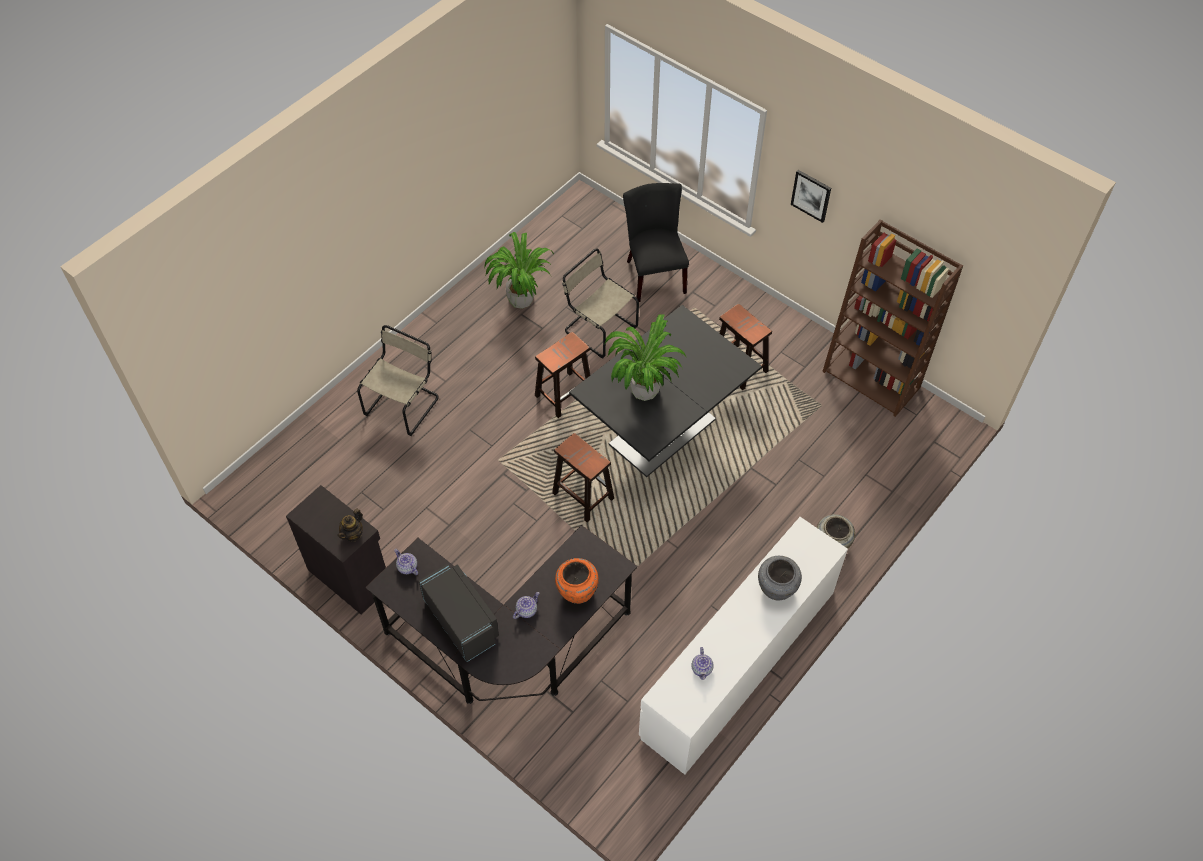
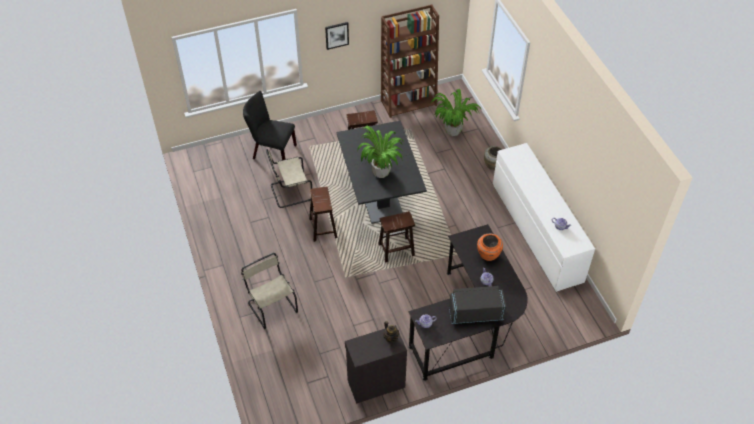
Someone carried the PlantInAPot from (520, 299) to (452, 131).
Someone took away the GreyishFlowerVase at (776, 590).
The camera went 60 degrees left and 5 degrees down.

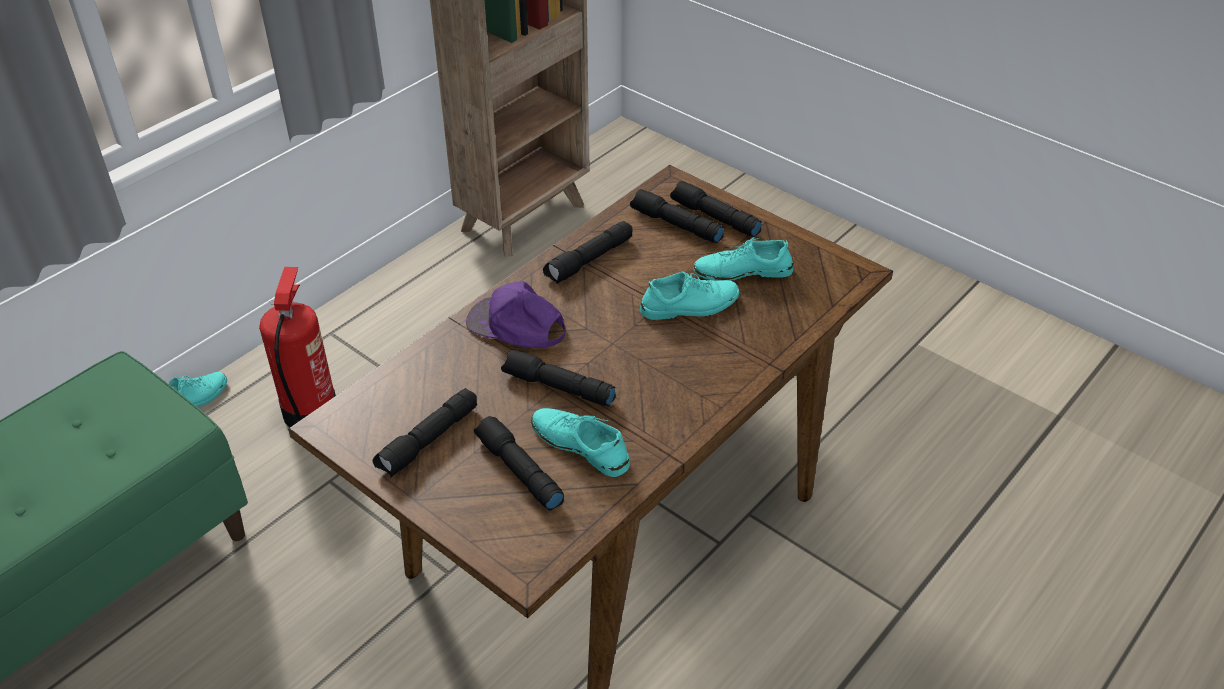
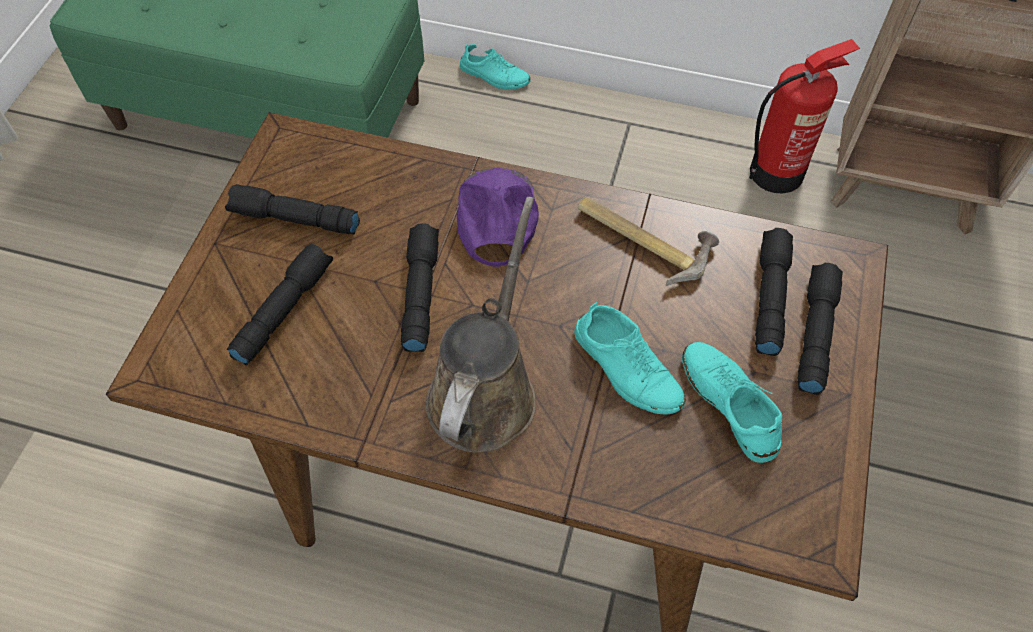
Someone carried the FireExtinguisher from (311, 411) to (777, 172).
Someone took away the TurquoiseColouredItemOfFootwear at (580, 445).
Someone swapped the BlackColouredHandTorch at (589, 261) for the Hammer at (643, 238).
Someone put down the BrownishWateringCan at (485, 390).
The camera went 65 degrees right and 15 degrees up.

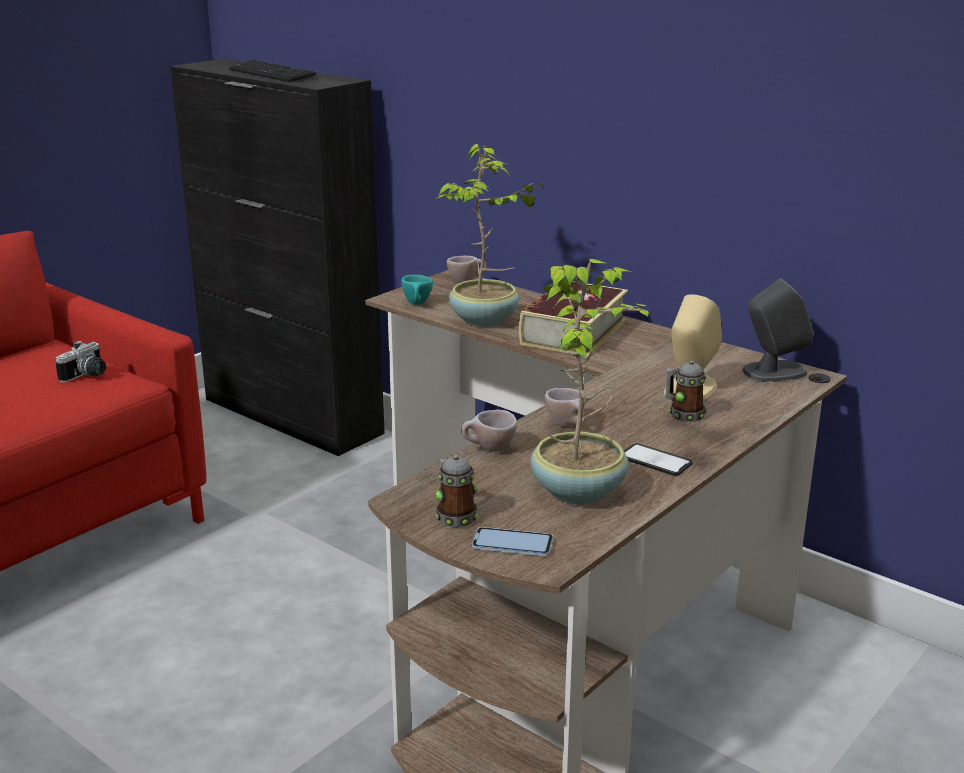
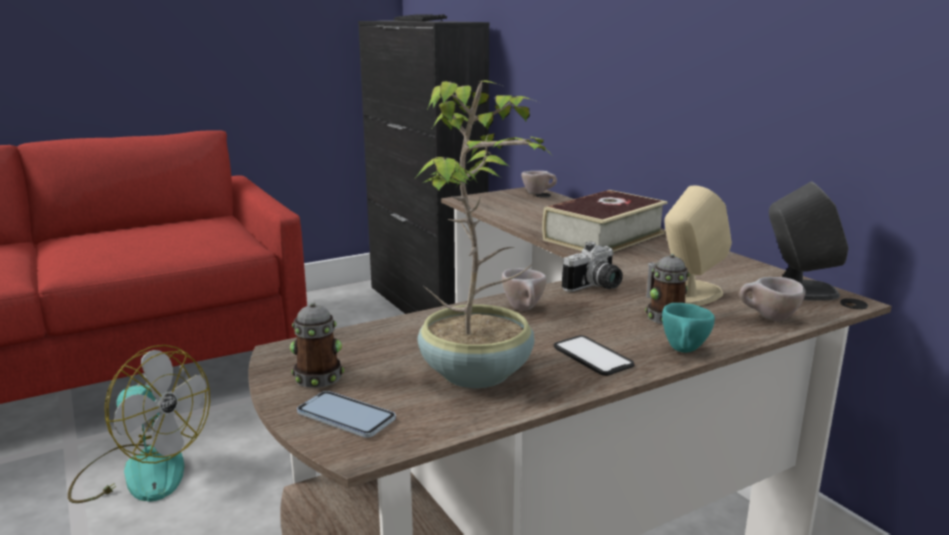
Someone carried the StillCamera from (87, 376) to (596, 287).
Someone carried the TurquoiseColouredSmallCup from (418, 304) to (685, 352).
Someone took away the PlantInAPot at (485, 320).
Someone carried the BeigeColouredSmallCup from (489, 449) to (768, 318).
Someone put down the ElectricFan at (141, 470).
The camera went 20 degrees right and 5 degrees down.

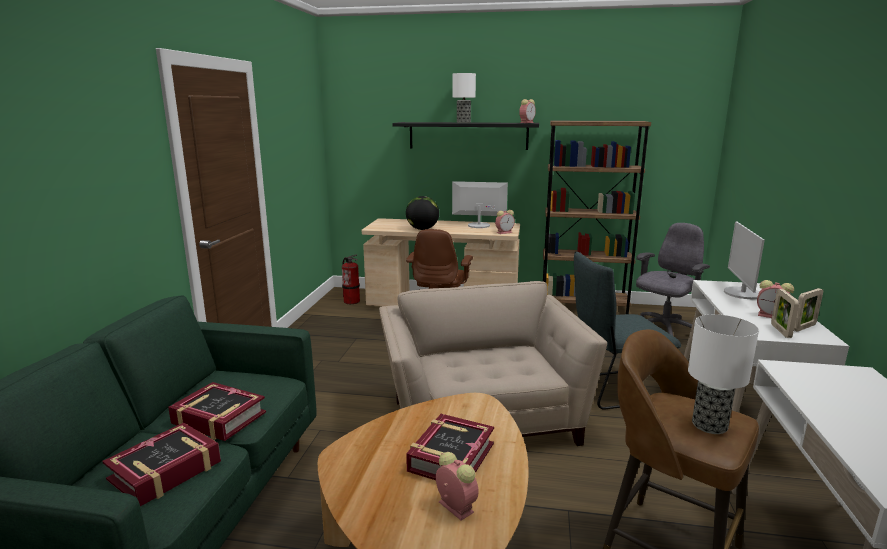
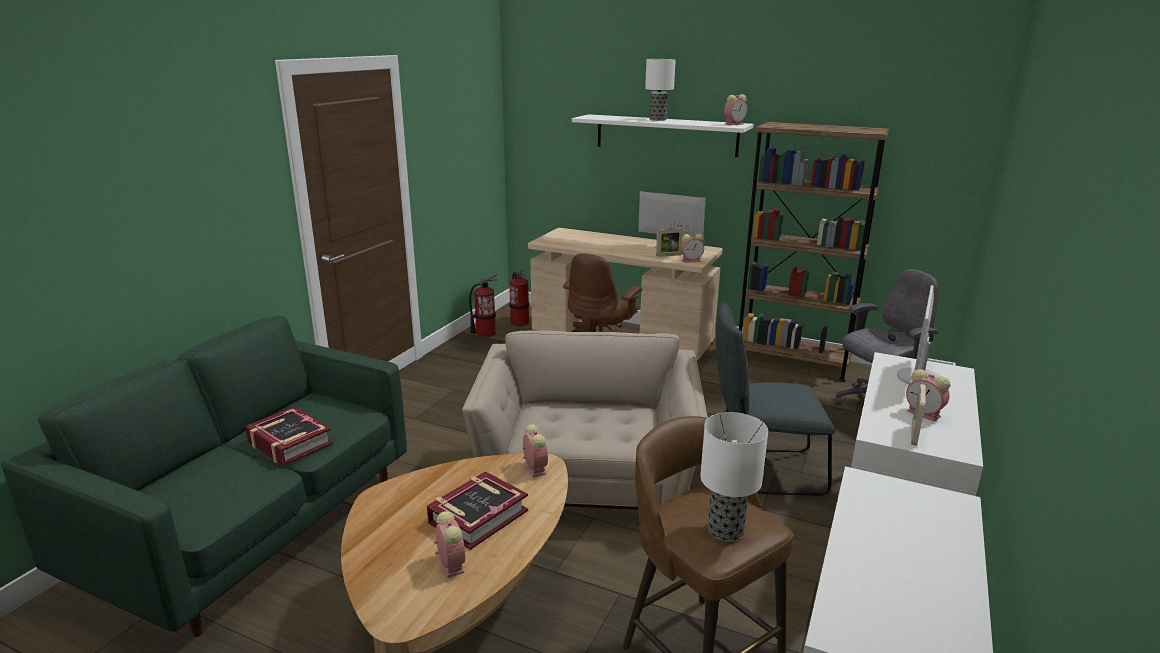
Someone took away the Volume at (165, 471).
Someone repainted the BlackColouredWallShelf at (468, 135), which became the WhiteWallShelf at (666, 135).
Someone took away the WorldGlobe at (422, 229).
Someone carried the PictureFrame from (804, 327) to (669, 255).
Someone put down the FireExtinguisher at (485, 333).
Someone put down the AlarmClock at (534, 468).
The camera went 15 degrees right and 5 degrees up.

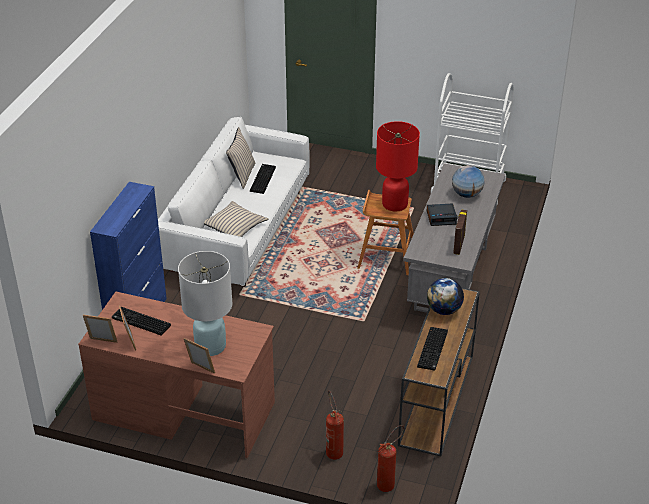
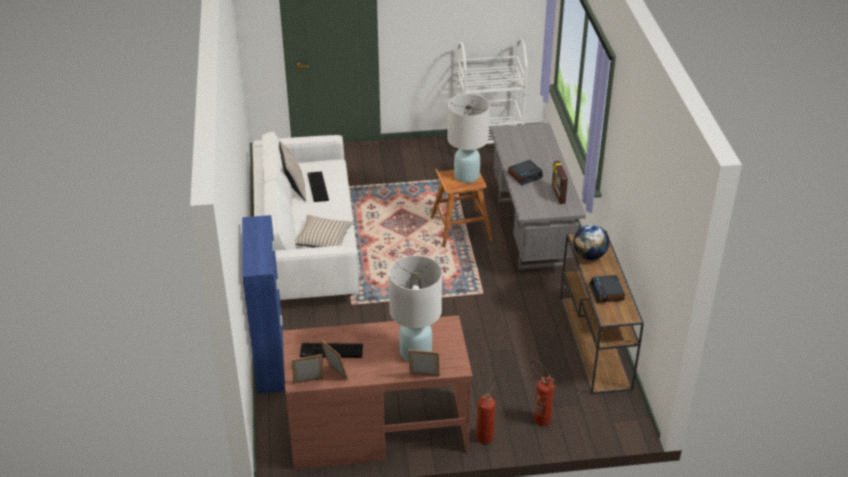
Someone repainted the ReddishLampForATable at (395, 204), which became the WhiteLampForATable at (467, 176).
Someone carried the FireExtinguisher from (389, 483) to (486, 434).
Someone swapped the Keyboard at (433, 350) for the AlarmClock at (607, 293).
Someone took away the WorldGlobe at (466, 194).
The camera went 25 degrees left and 0 degrees up.

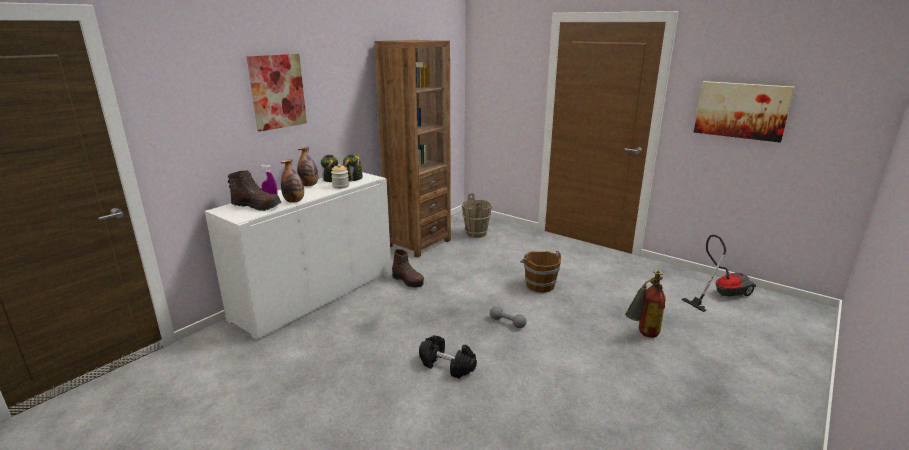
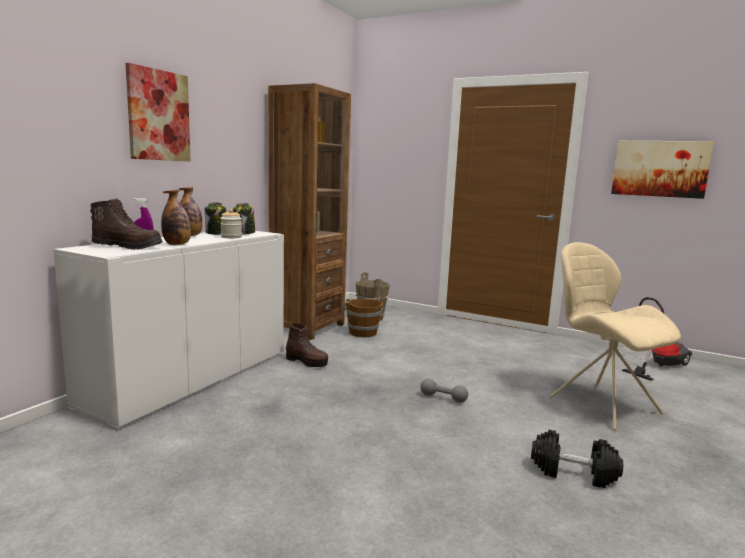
Someone carried the BlackColouredDumbbell from (447, 365) to (573, 472).
Someone carried the BrownishWaterBucket from (539, 285) to (362, 332).
Someone swapped the FireExtinguisher at (642, 335) for the BeigeColouredUprightChair at (601, 404).
The camera went 10 degrees left and 10 degrees down.

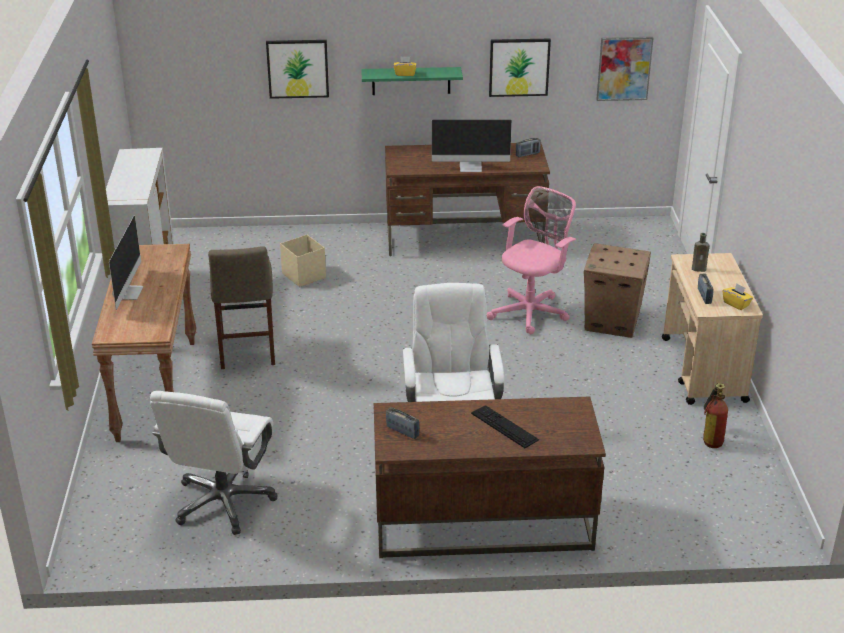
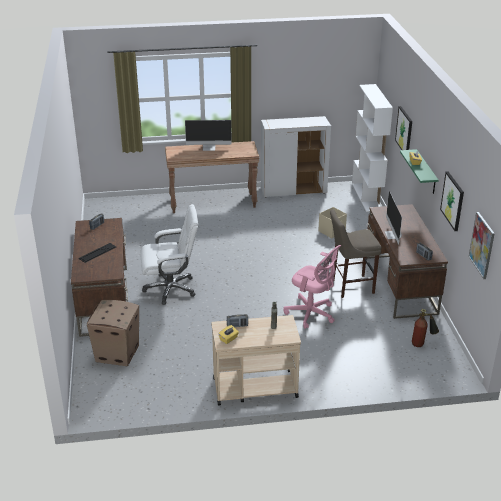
Someone took away the WhiteOfficeChair at (223, 502).
Someone carried the BeigeColouredStoolSeat from (247, 353) to (350, 286).
Someone carried the CardboardBox from (613, 321) to (117, 354).
Someone carried the FireExtinguisher from (711, 438) to (422, 344).
Someone put down the WhiteShelvingUnit at (367, 197).
The camera went 85 degrees right and 0 degrees up.

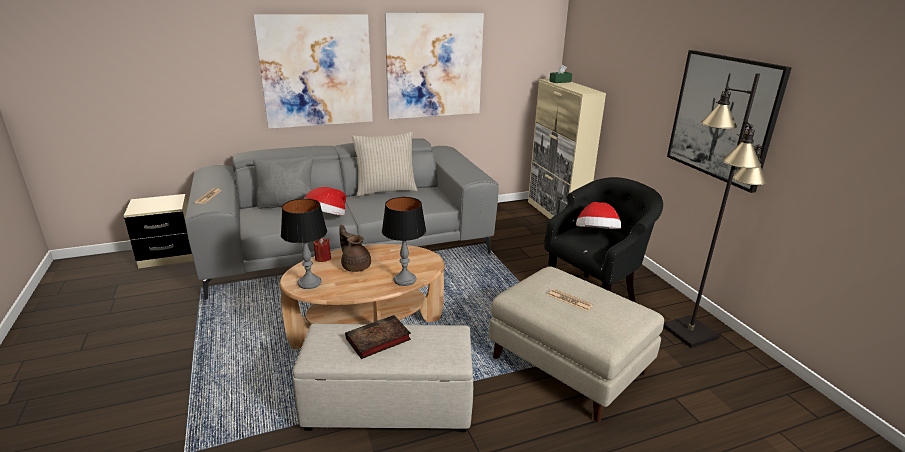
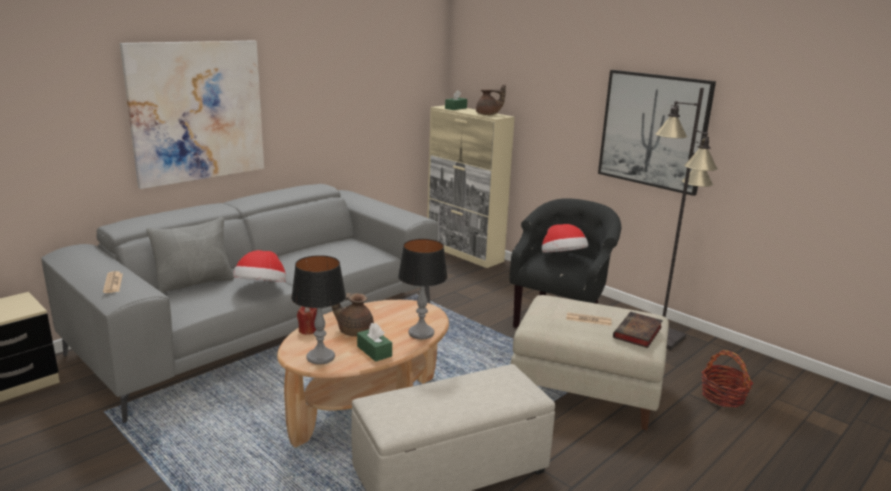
Someone carried the Volume from (377, 340) to (637, 333).
Someone took away the BeigeColouredCushion at (386, 190).
Someone took away the Picture at (434, 66).
Someone put down the GreenTissueHolder at (374, 351).
Someone put down the BrownishTeapot at (488, 114).
Someone put down the Basket at (723, 396).
The camera went 25 degrees left and 5 degrees down.

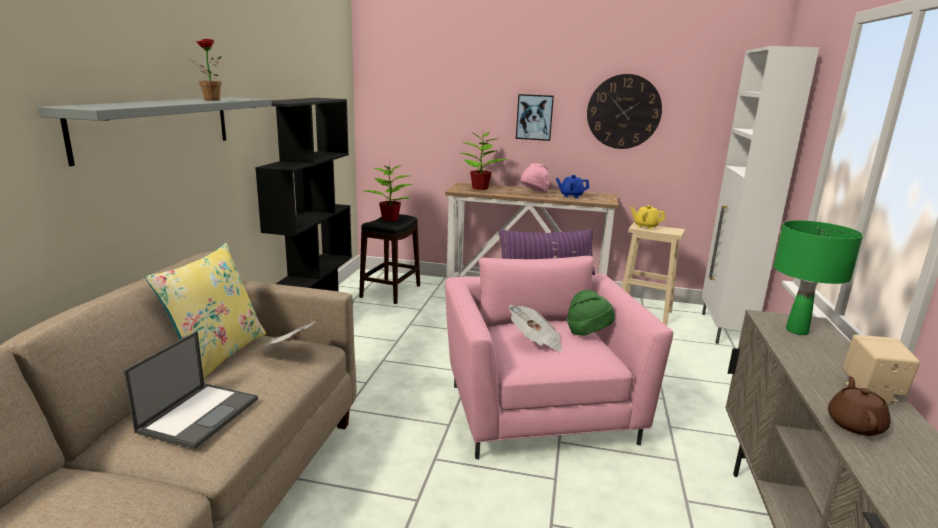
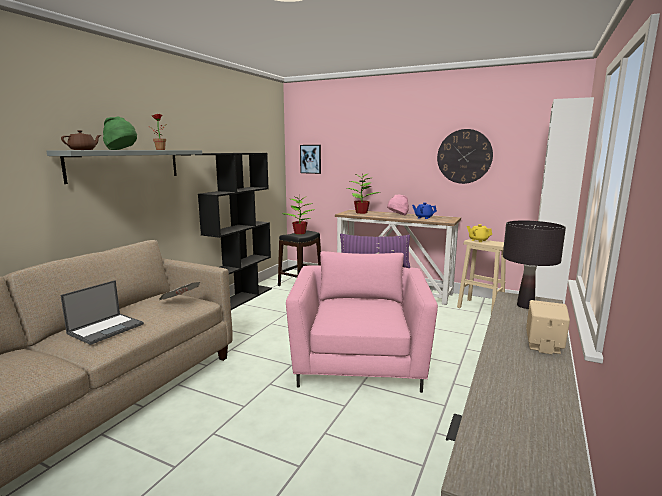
Someone took away the YellowColouredCushion at (217, 354).
Someone took away the Newspaper at (536, 342).
Someone carried the Picture from (534, 117) to (311, 159).
Someone carried the GreenWearableHat from (588, 333) to (122, 150).
Someone repainted the GreenLampForATable at (796, 331), which became the BlackColouredLampForATable at (525, 306).
Someone carried the BrownishTeapot from (855, 424) to (83, 150).
The camera went 15 degrees right and 5 degrees down.

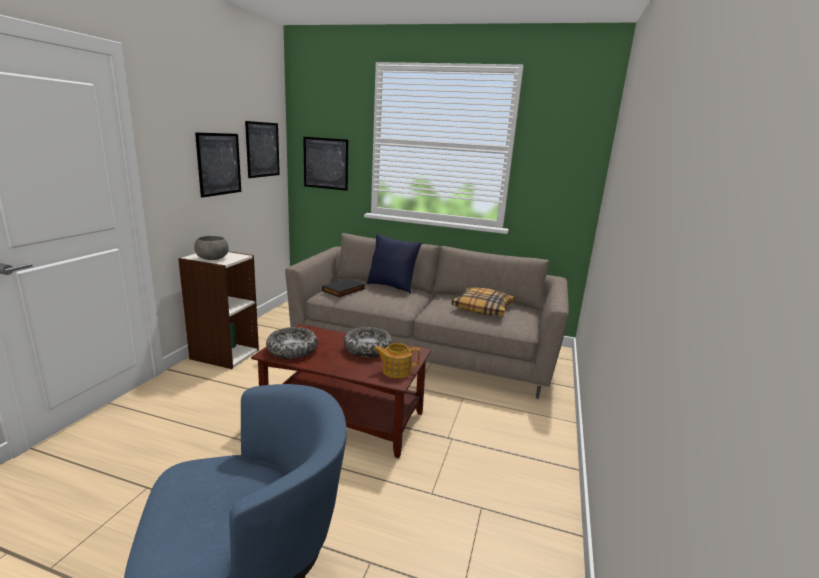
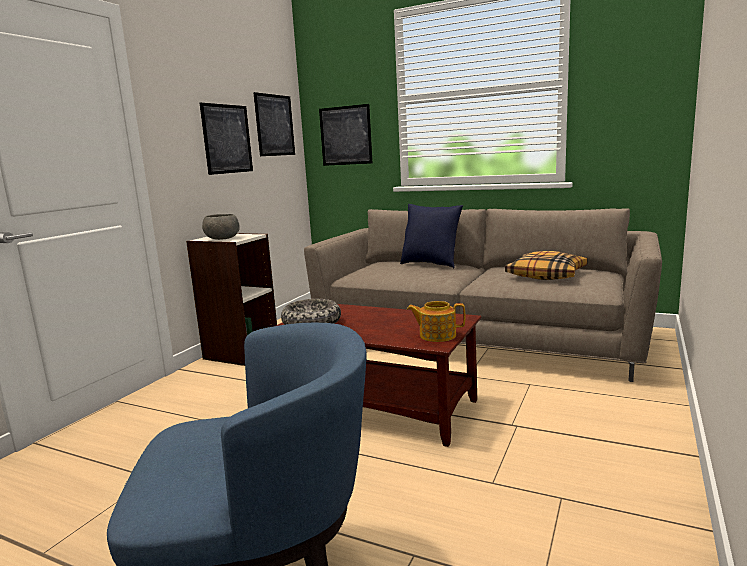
Someone took away the BlackColouredVolume at (344, 290).
Someone took away the Bowl at (367, 349).
The camera went 10 degrees right and 5 degrees down.

